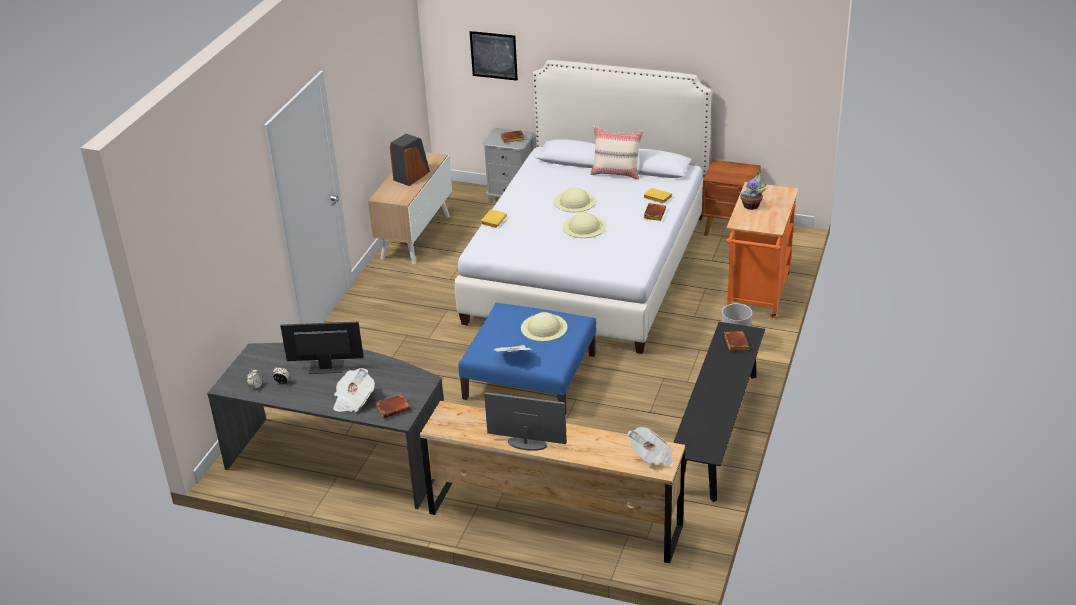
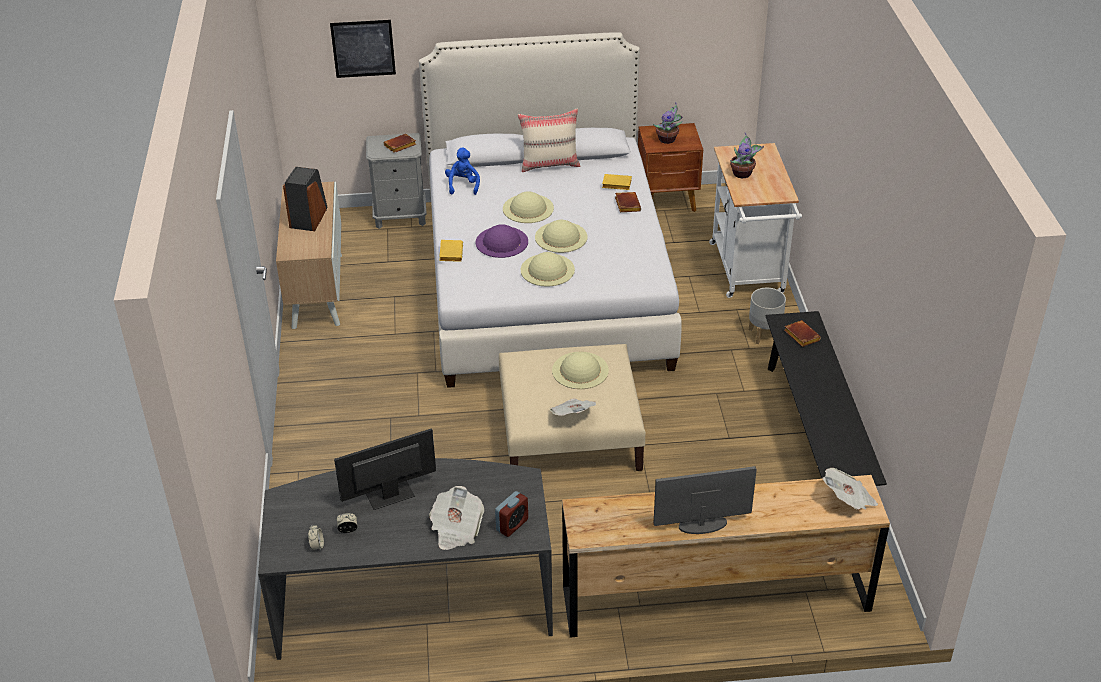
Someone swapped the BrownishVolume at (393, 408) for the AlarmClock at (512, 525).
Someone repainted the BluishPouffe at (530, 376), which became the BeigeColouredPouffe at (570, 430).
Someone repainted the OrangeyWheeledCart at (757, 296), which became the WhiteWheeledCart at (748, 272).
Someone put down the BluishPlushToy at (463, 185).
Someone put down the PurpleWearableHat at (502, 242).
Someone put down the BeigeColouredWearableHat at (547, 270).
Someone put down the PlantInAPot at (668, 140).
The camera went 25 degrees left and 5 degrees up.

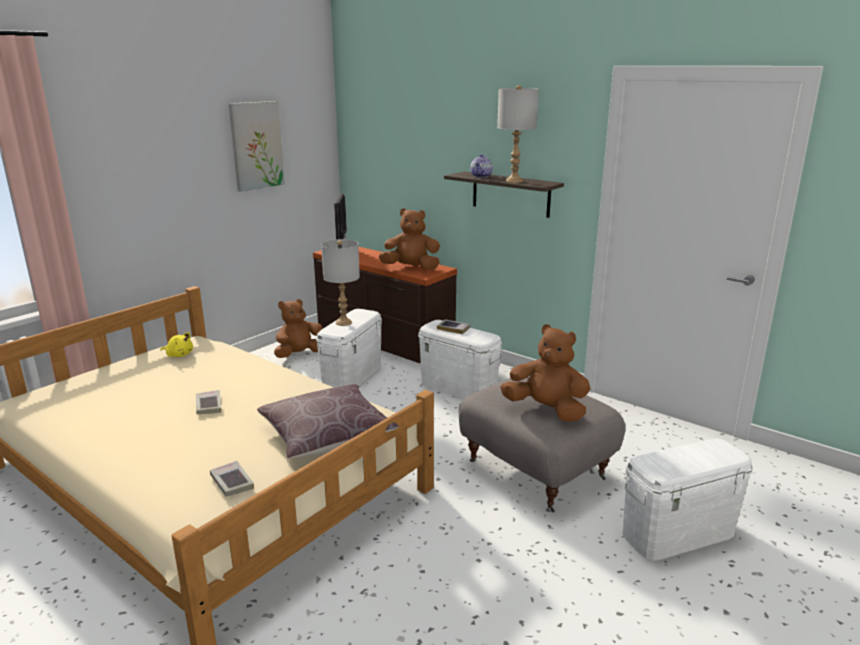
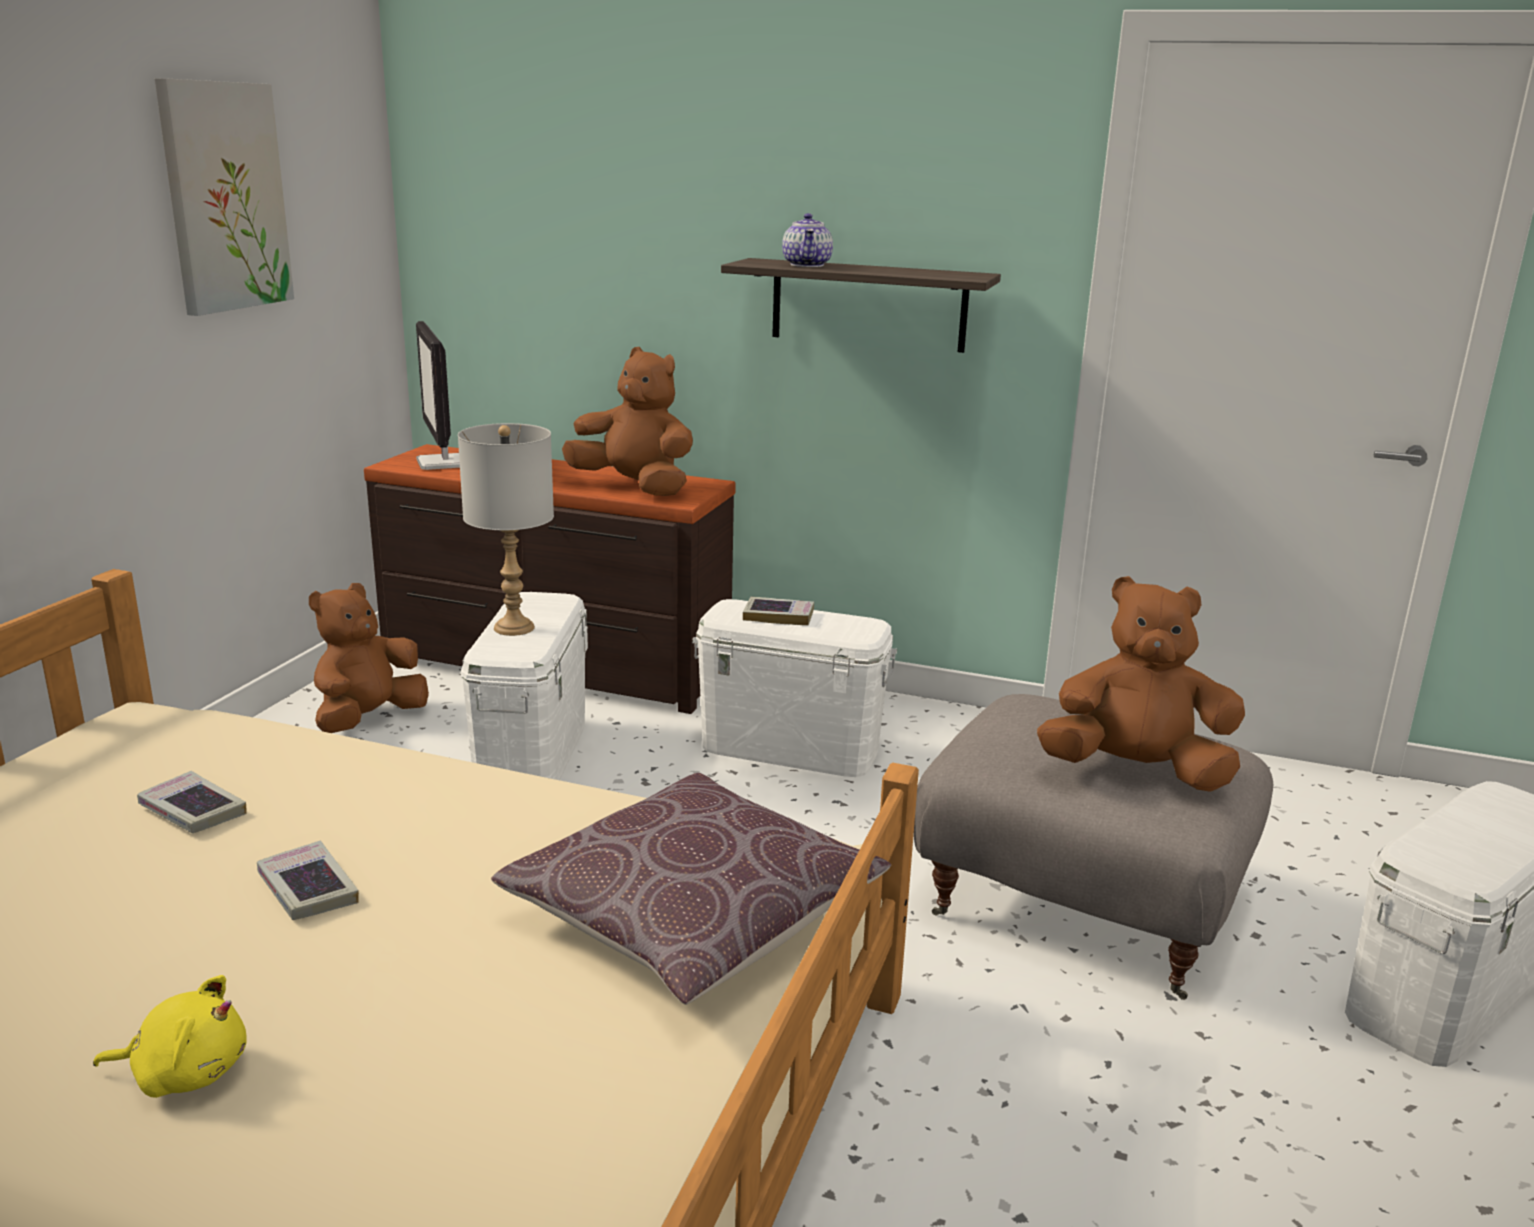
Someone carried the YellowColouredPlushToy from (179, 355) to (185, 1072).
Someone carried the Volume from (231, 482) to (192, 811).
Someone rotated the BrownishPlushToy at (411, 268) by 45 degrees clockwise.
Someone took away the GreyishLampForATable at (514, 181).
The camera went 20 degrees left and 0 degrees up.

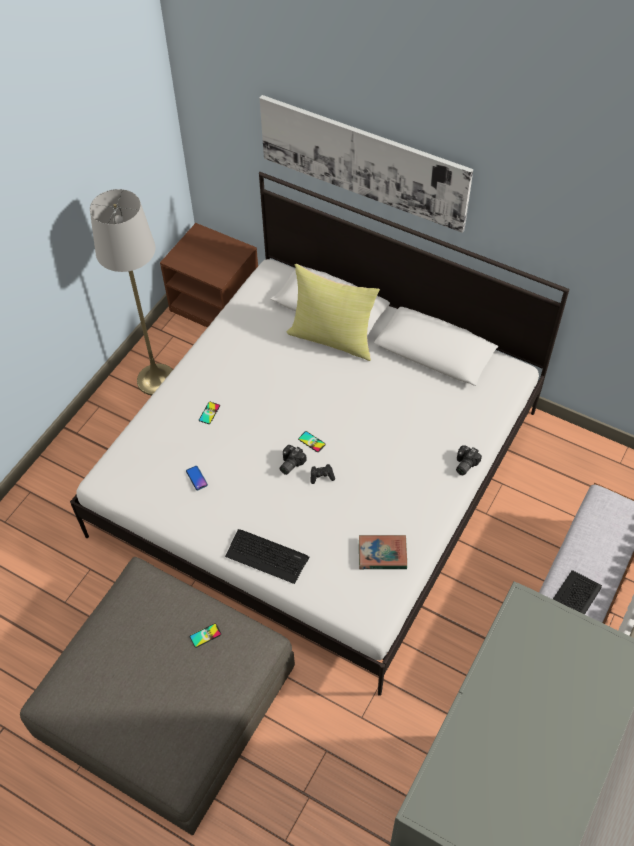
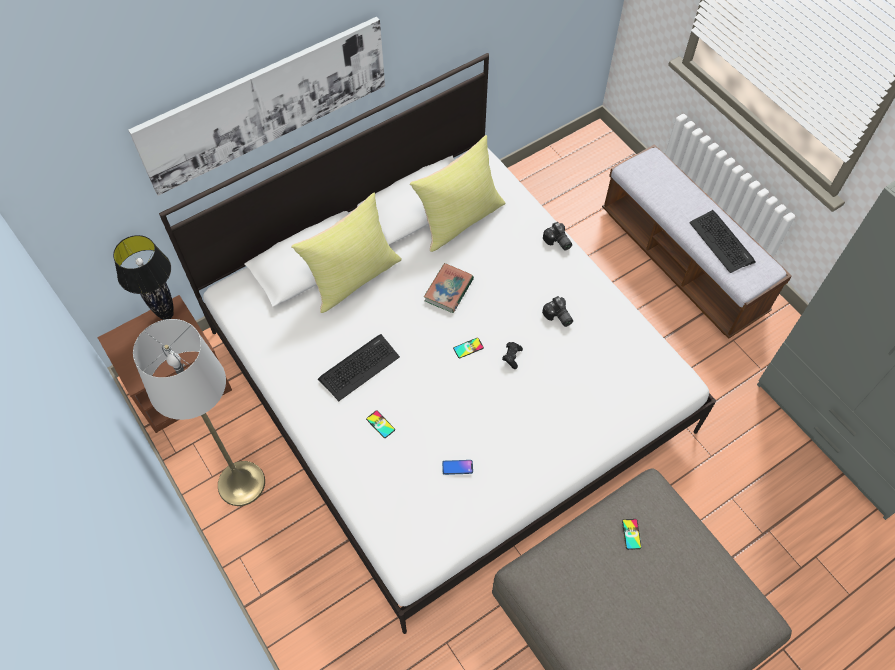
Someone carried the Keyboard from (267, 556) to (359, 367).
Someone carried the StillCamera from (289, 464) to (558, 317).
Someone carried the Volume from (382, 554) to (448, 290).
Someone put down the BlackColouredLampForATable at (167, 315).
Someone put down the YellowColouredCushion at (459, 219).
The camera went 65 degrees left and 5 degrees up.

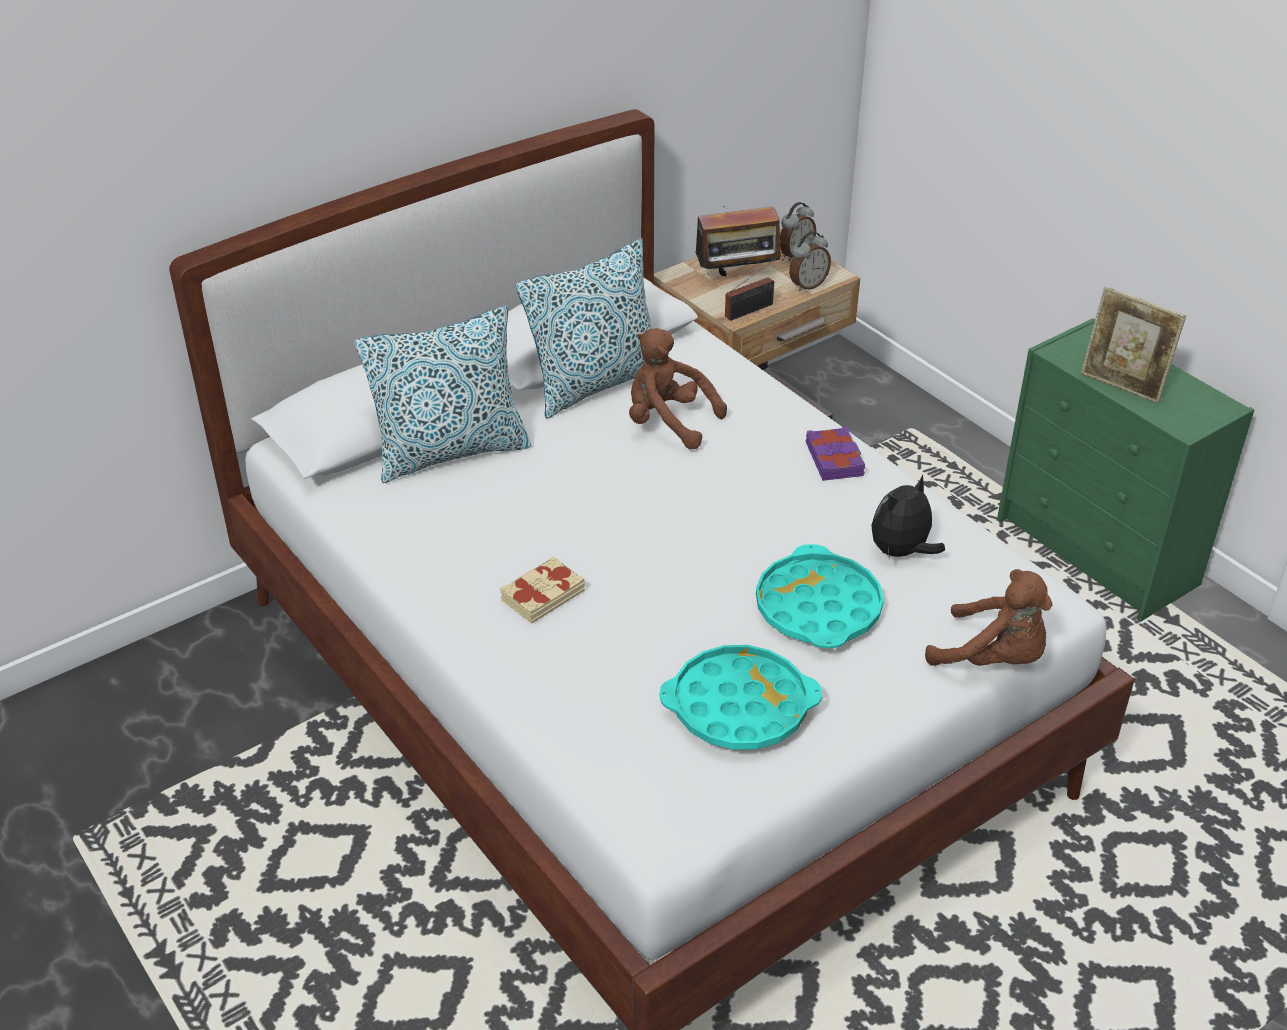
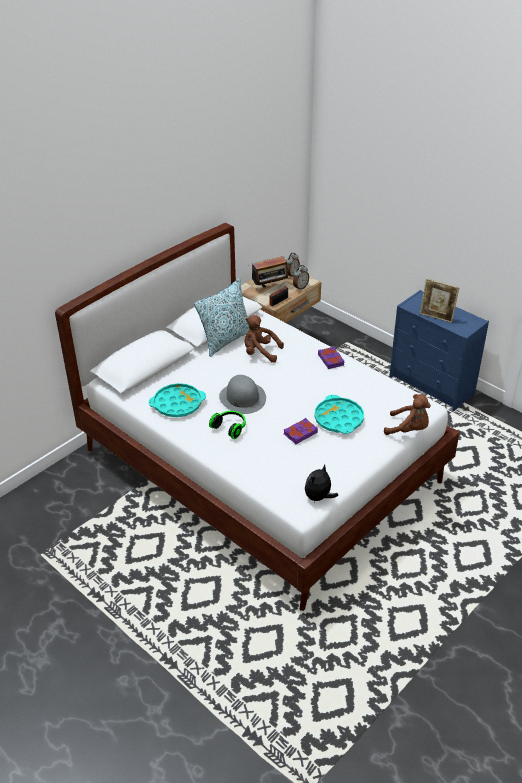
Someone took away the Cushion at (451, 452).
Someone swapped the BeigeColouredVolume at (542, 595) for the PairOfHeadphones at (230, 428).
Someone carried the TurquoiseColouredServingTray from (739, 707) to (177, 404).
Someone carried the PlushToy from (901, 552) to (319, 497).
Someone repainted the GreenDresser at (1098, 553), which became the BluishDresser at (432, 385).
Someone put down the GreyishWearableHat at (242, 398).
Someone put down the PurpleVolume at (300, 433).
The camera went 10 degrees left and 0 degrees up.

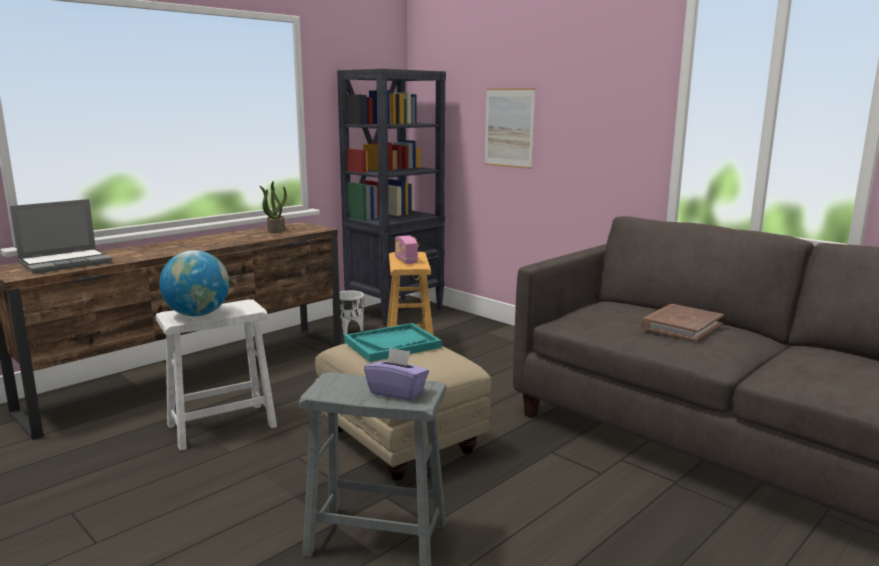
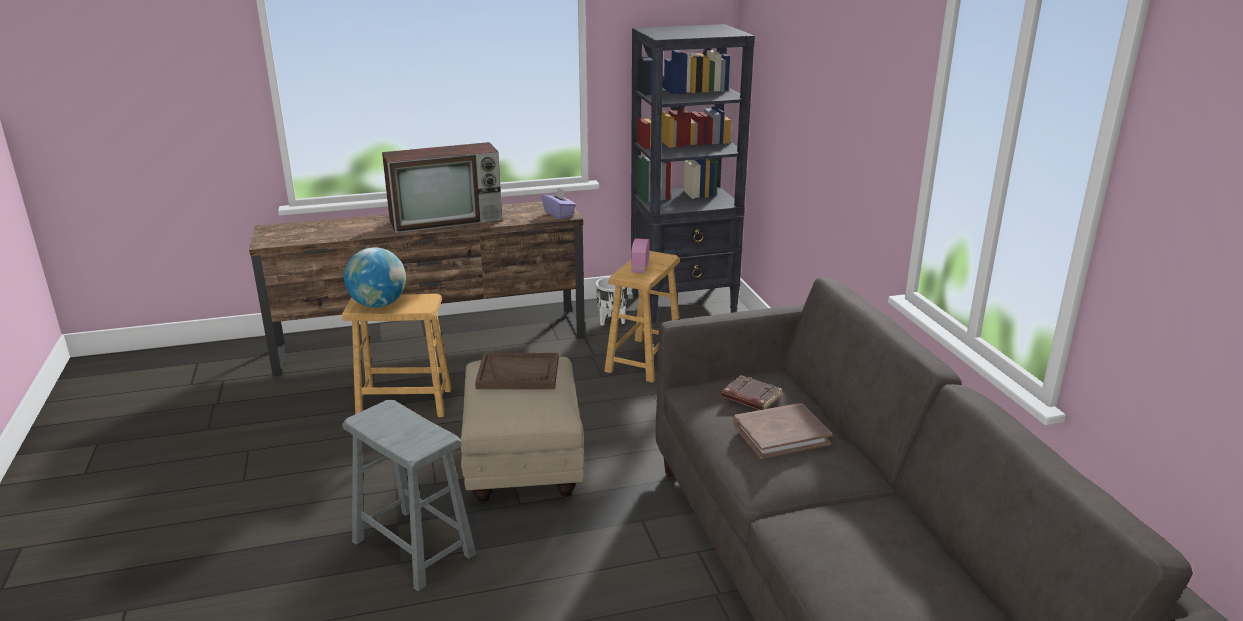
Someone took away the NotebookComputer at (66, 262).
Someone repainted the WhiteStoolSeat at (221, 426), which became the BrownishStoolSeat at (404, 403).
Someone took away the PlantInAPot at (276, 230).
Someone repainted the TurquoiseColouredServingTray at (392, 344), which became the BrownishServingTray at (518, 373).
Someone carried the PurpleTissueHolder from (397, 392) to (559, 214).
Someone took away the Picture at (509, 128).
Someone put down the TvSet at (448, 220).
Someone put down the BrownishVolume at (750, 398).
The camera went 30 degrees right and 10 degrees up.

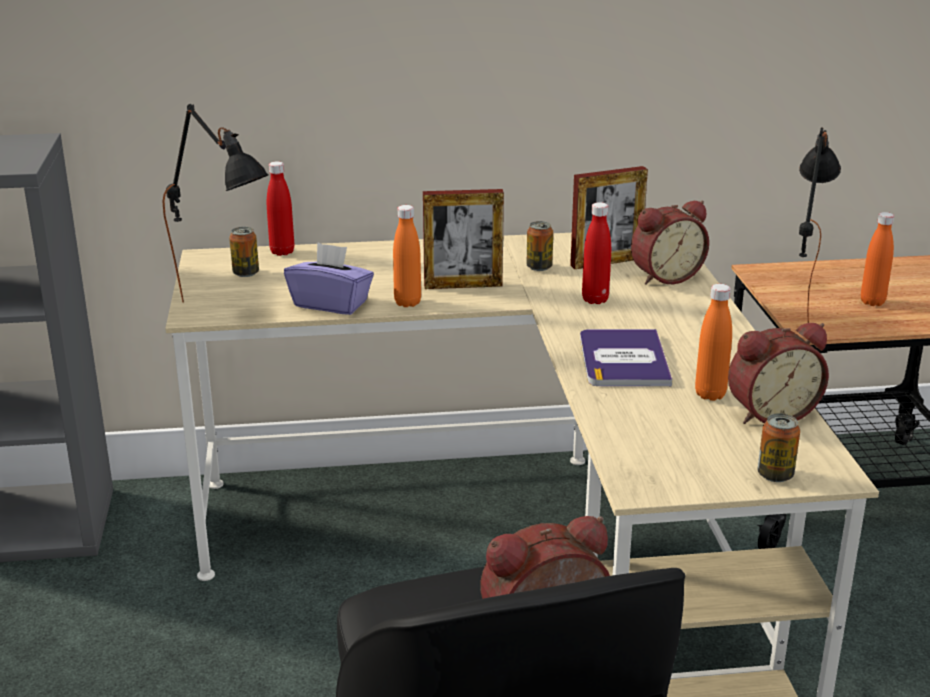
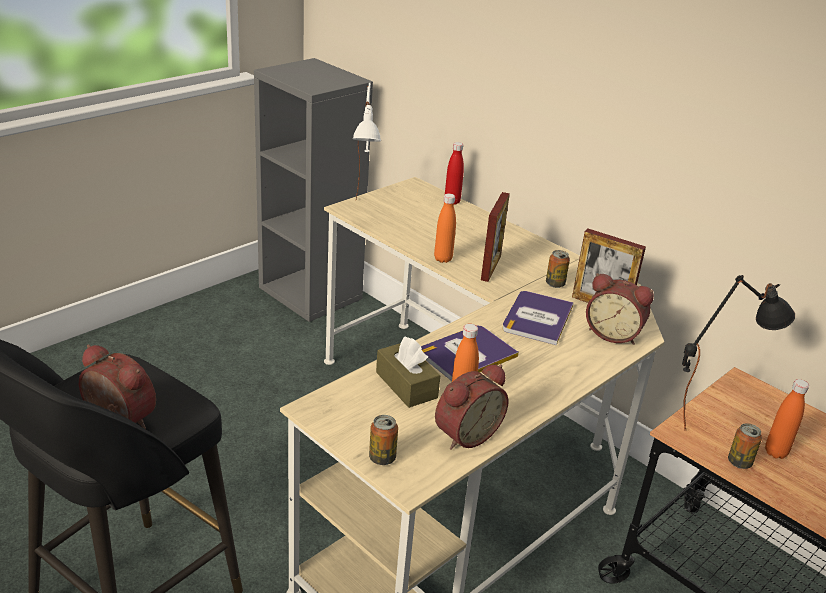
Someone repainted the BlackColouredLampForATable at (225, 308), which became the WhiteLampForATable at (364, 213).
Someone carried the MetalCan from (246, 273) to (739, 462).
Someone took away the PurpleTissueHolder at (331, 304).
Someone rotated the PictureFrame at (463, 285) by 120 degrees counterclockwise.
Someone swapped the ReddishDrinkBottle at (595, 300) for the Volume at (537, 318).
Someone rotated the AlarmClock at (770, 413) by 75 degrees counterclockwise.
Someone put down the BrownishTissueHolder at (406, 385).
The camera went 50 degrees right and 5 degrees up.

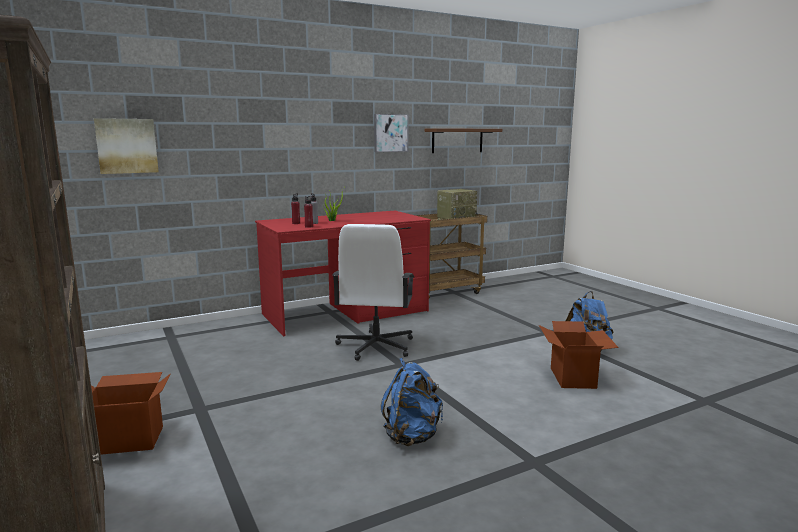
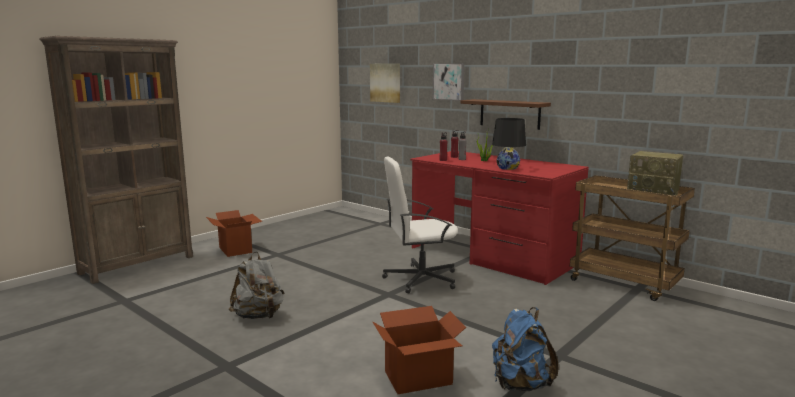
Someone carried the Picture from (390, 133) to (449, 81).
Someone repainted the BluishBackpack at (412, 436), which became the GreyishBackpack at (258, 316).
Someone carried the BrownishWallShelf from (457, 140) to (509, 114).
Someone put down the BlackColouredLampForATable at (507, 168).
The camera went 70 degrees right and 0 degrees up.

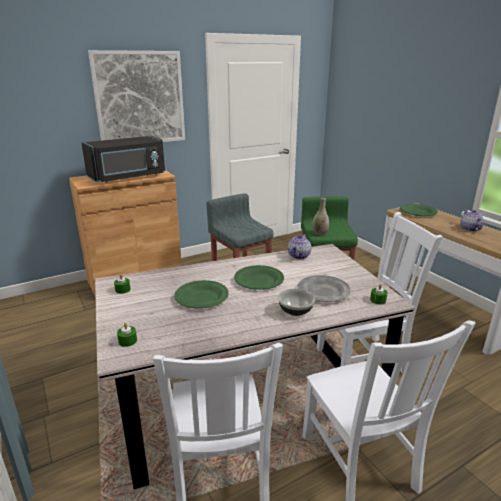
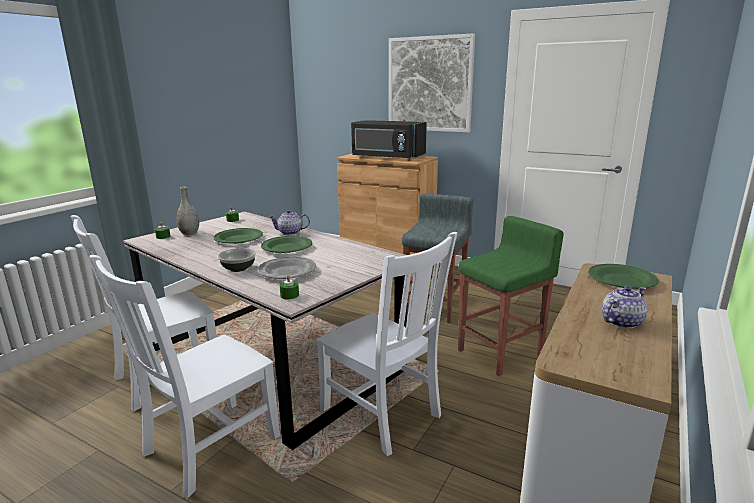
Someone carried the Teapot from (299, 256) to (290, 232).
Someone carried the GreyishFlowerVase from (319, 233) to (189, 233).
The camera went 60 degrees right and 5 degrees down.

